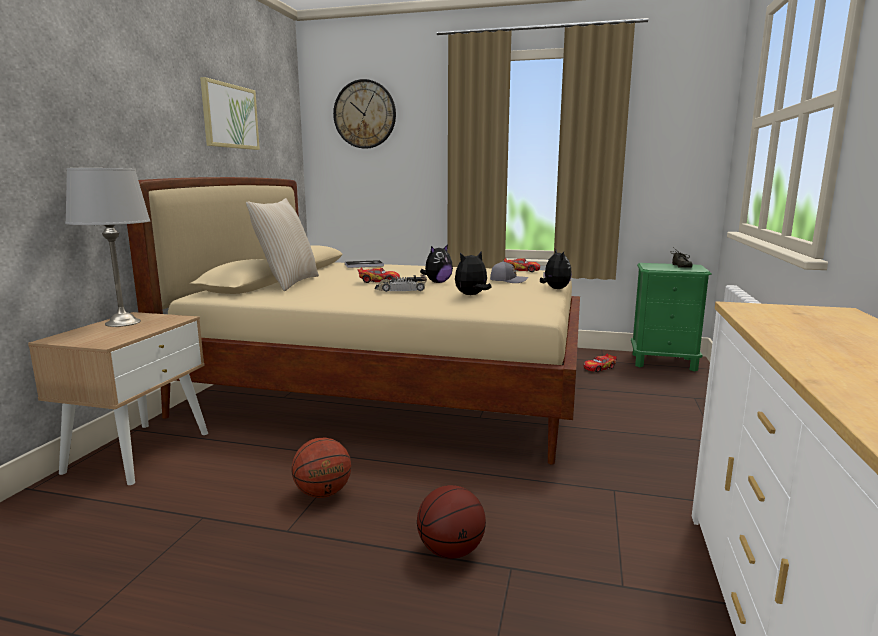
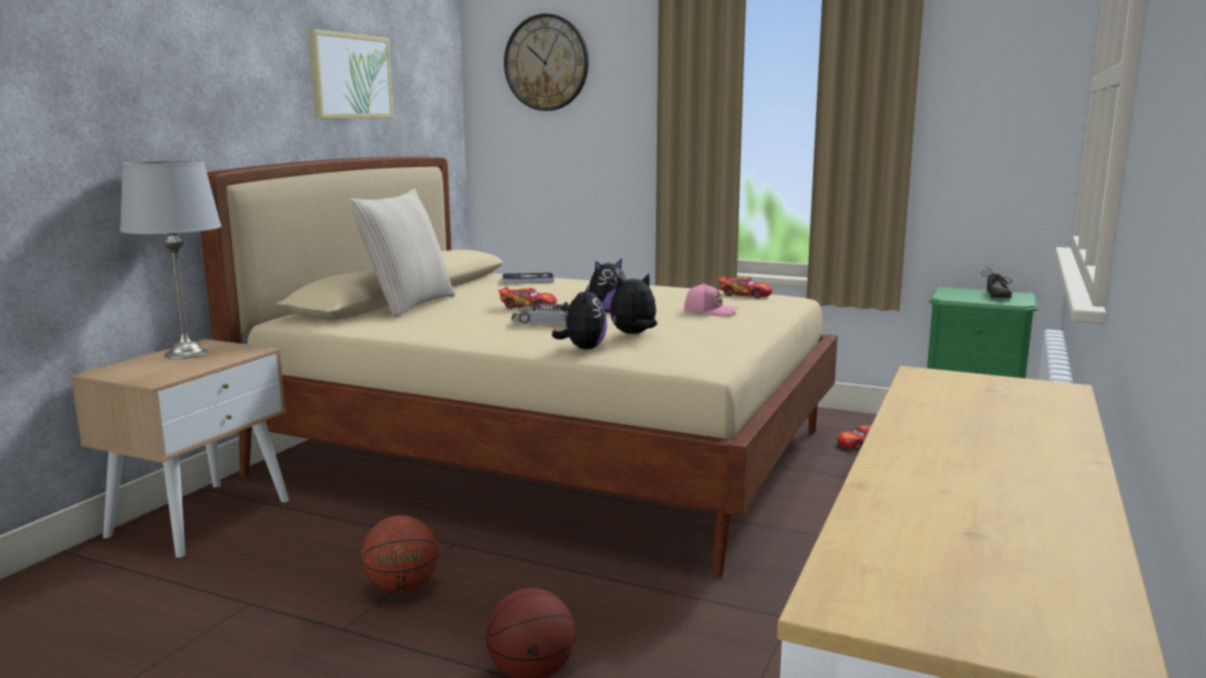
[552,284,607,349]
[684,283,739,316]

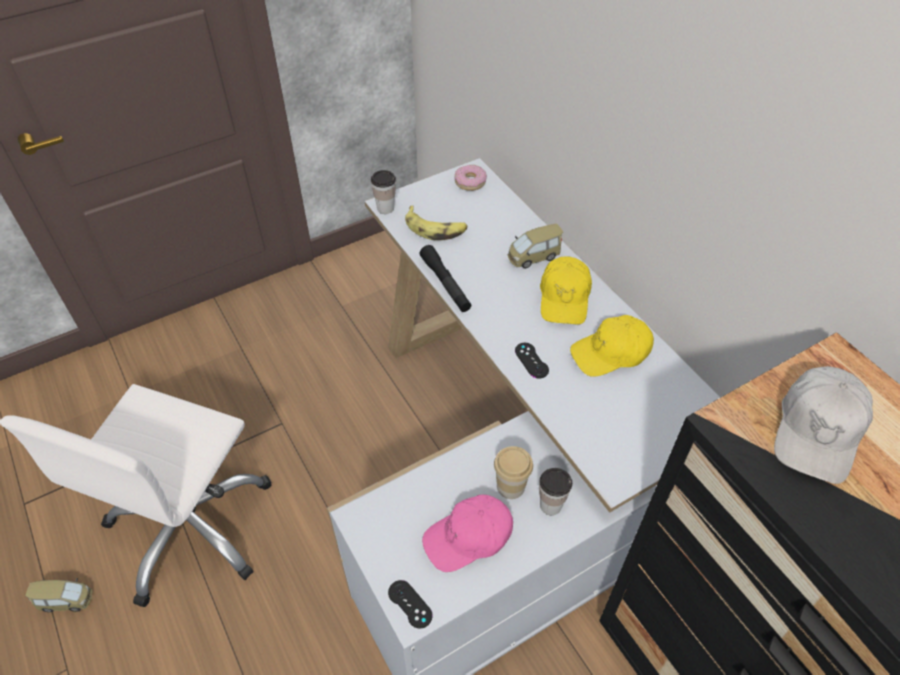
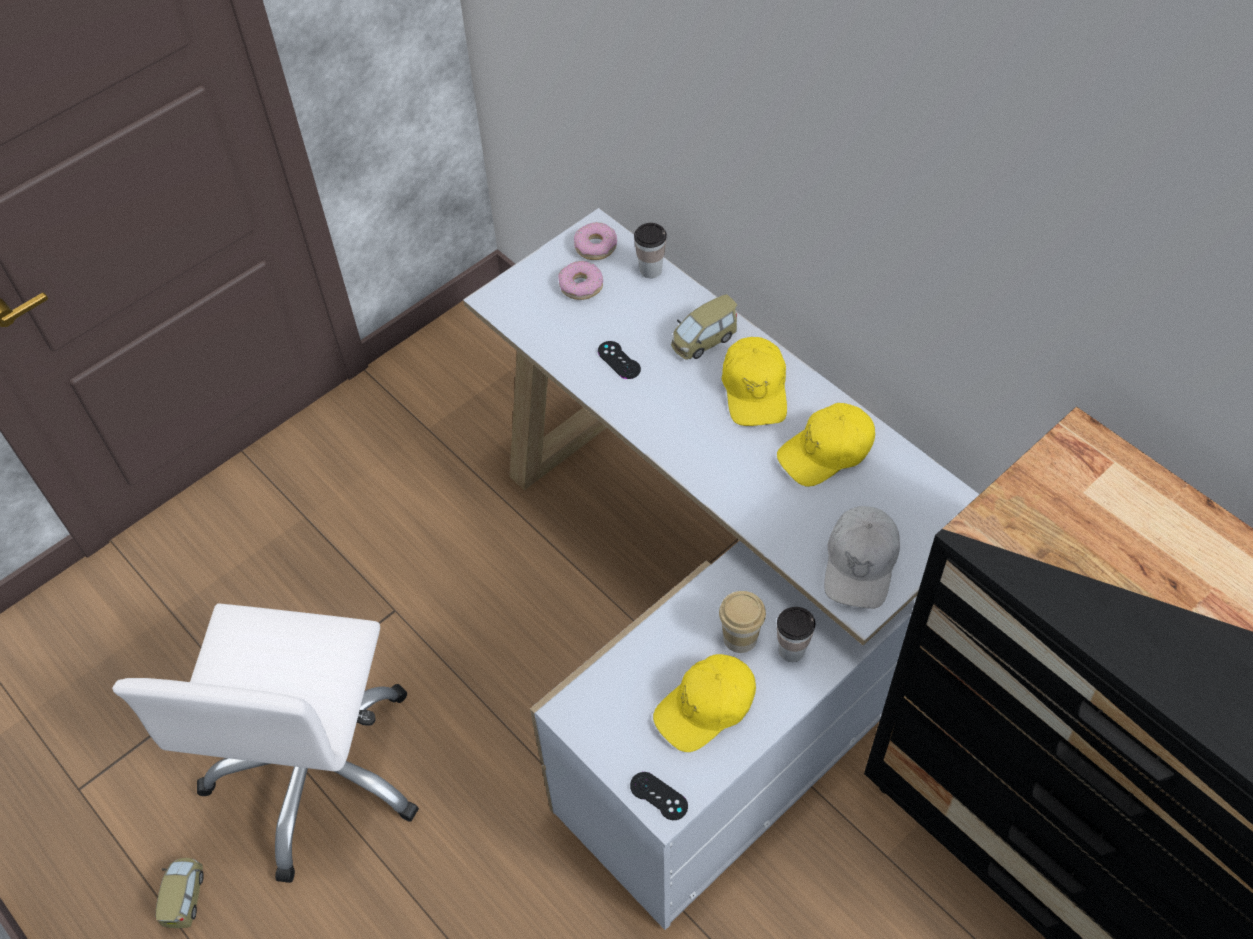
[155,858,204,928]
[558,261,603,300]
[598,341,641,379]
[634,223,667,278]
[653,654,756,752]
[824,506,900,609]
[405,206,467,240] (first image)
[419,245,471,312] (first image)

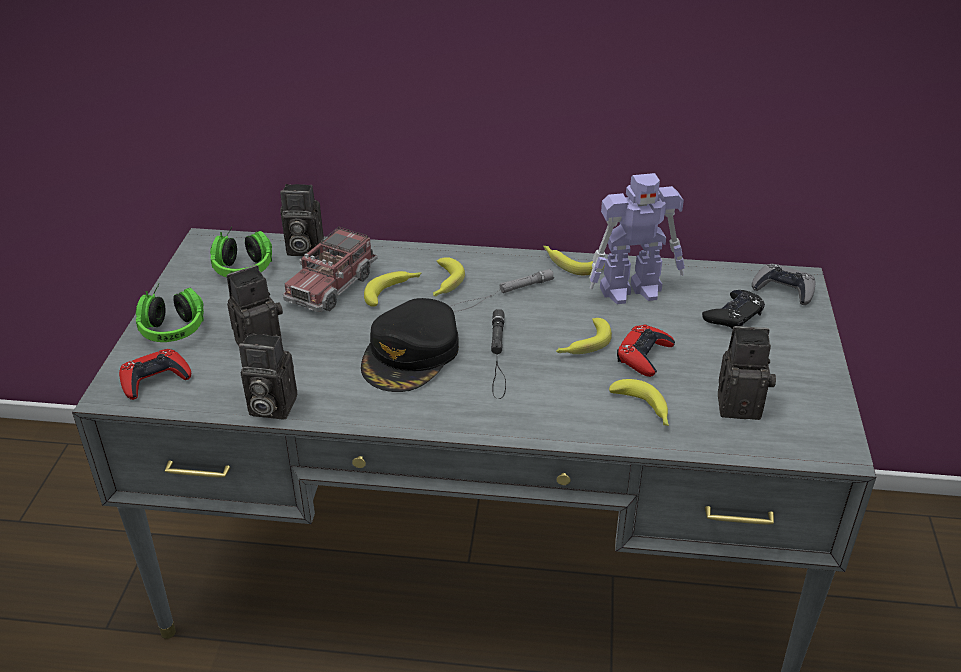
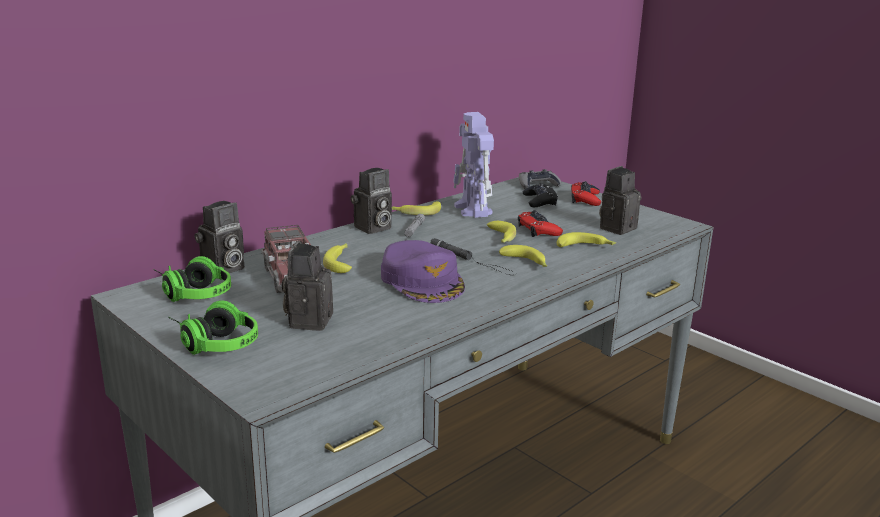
[350,168,392,234]
[381,240,465,303]
[453,112,494,218]
[499,245,547,267]
[571,181,601,206]

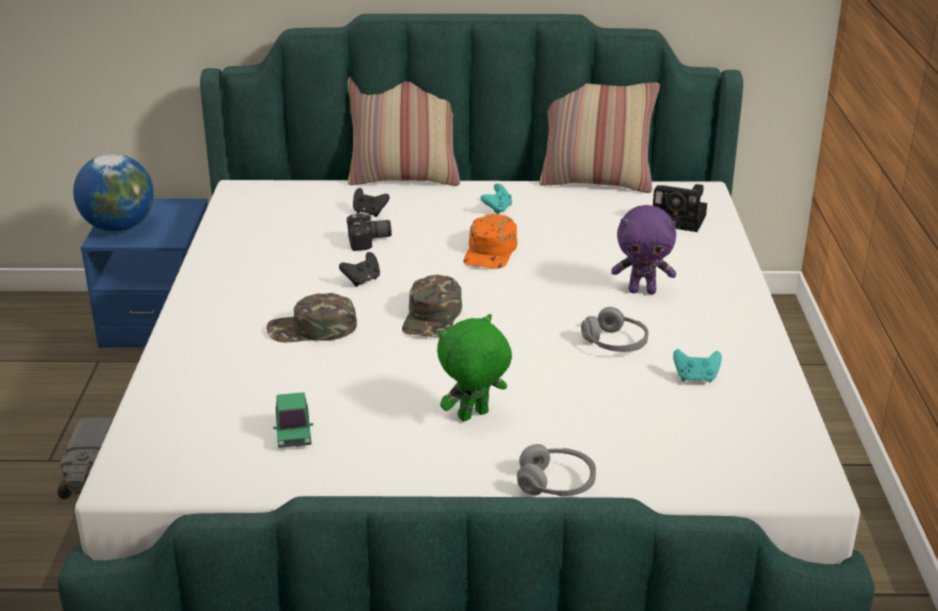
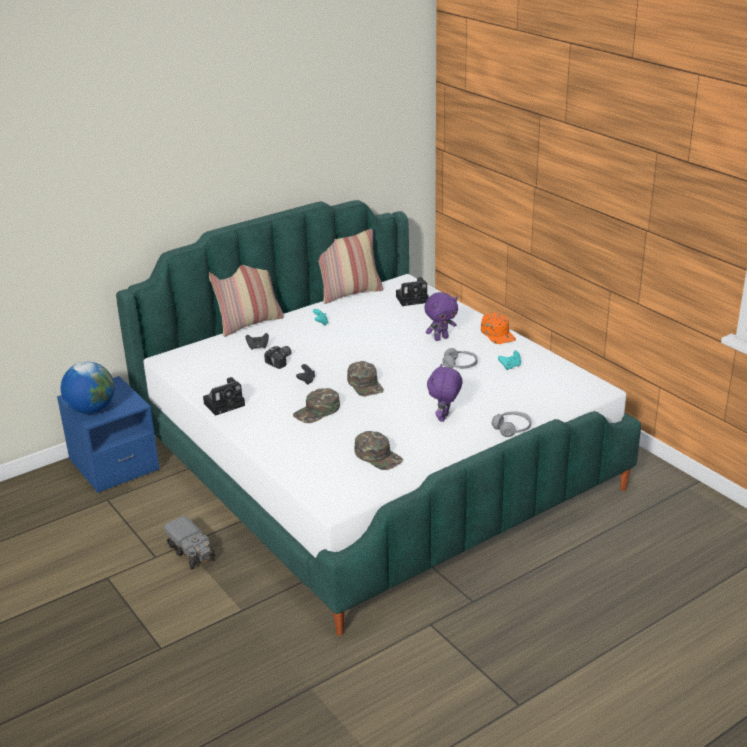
[203,377,245,416]
[354,431,403,470]
[427,364,463,422]
[481,313,516,344]

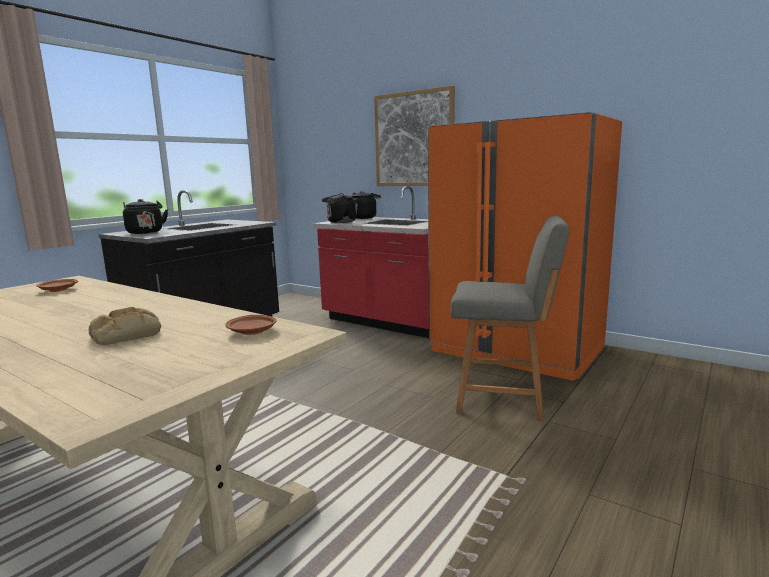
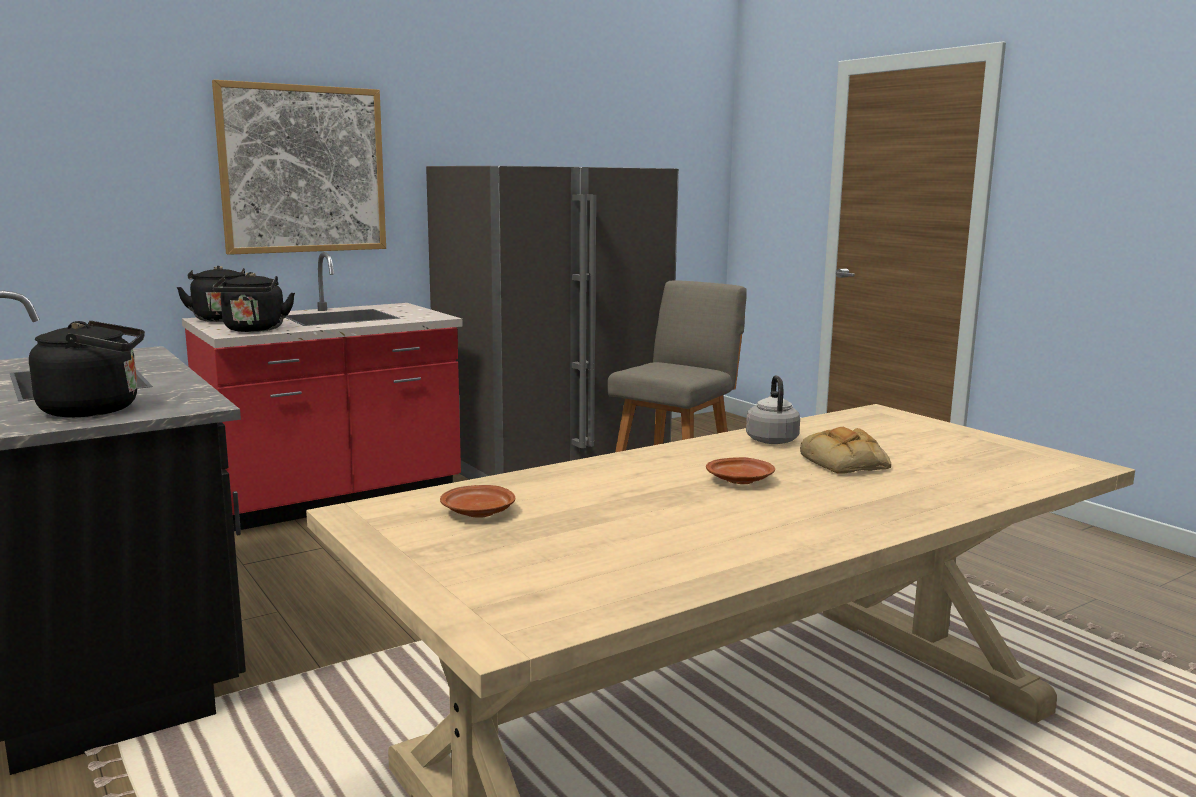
[426,166,679,480]
[706,457,775,484]
[746,375,800,444]

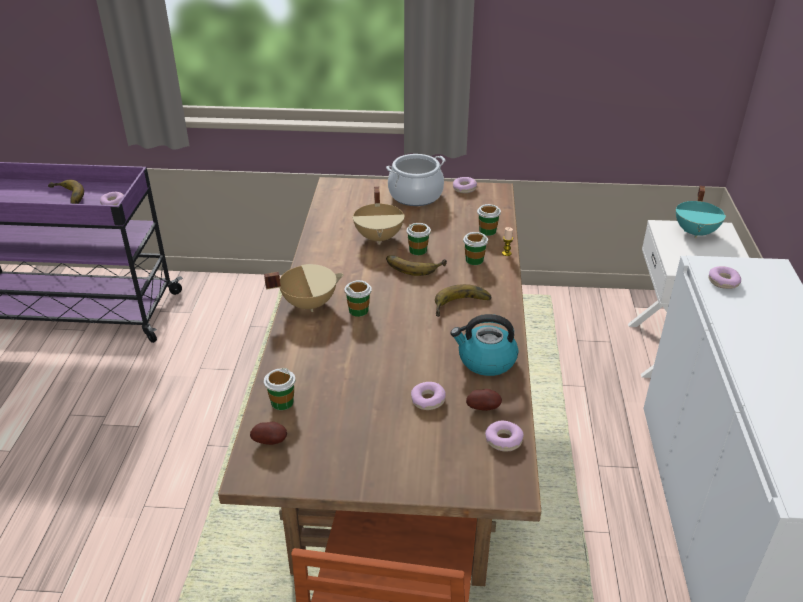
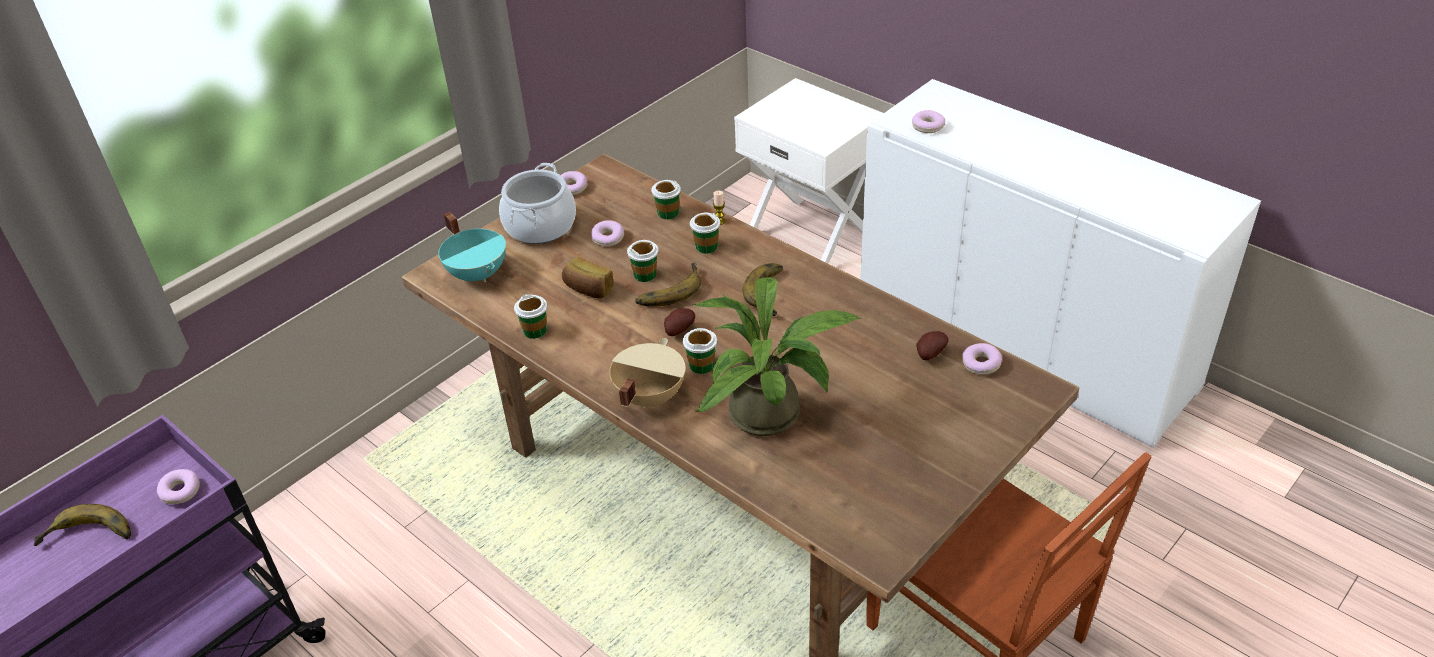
[438,212,506,283]
[514,294,547,339]
[562,257,614,299]
[591,220,624,246]
[664,308,695,336]
[693,277,861,436]
[451,314,518,376] (first image)

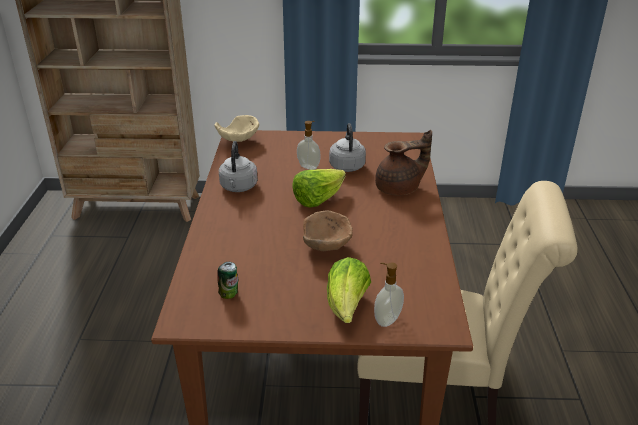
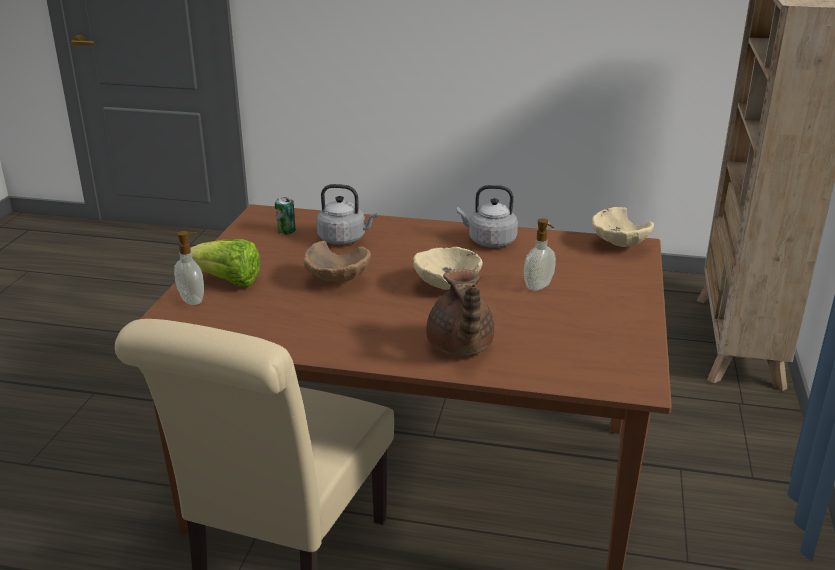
[317,184,377,245]
[413,247,483,290]

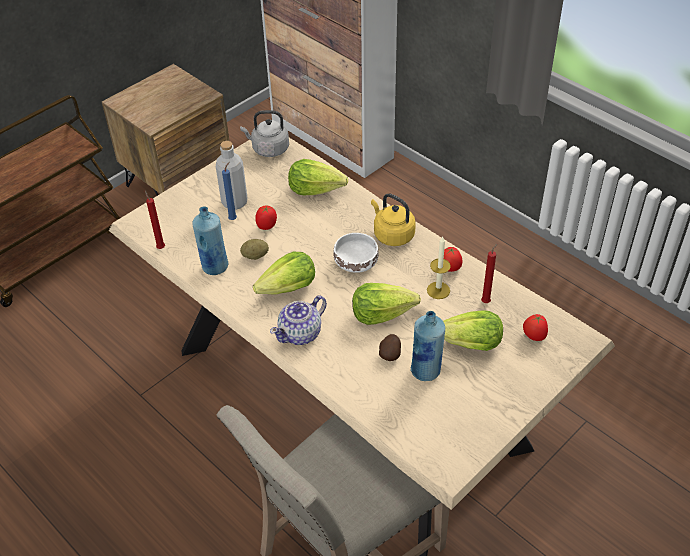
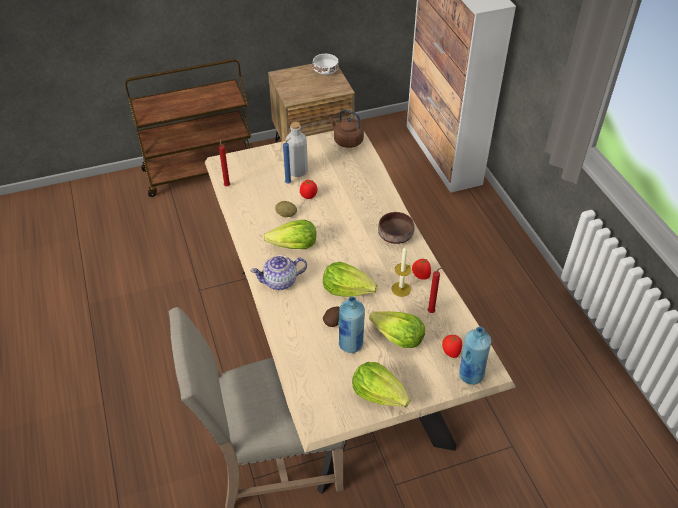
[312,54,339,75]
[329,109,364,148]
[352,362,411,407]
[378,212,414,244]
[459,327,492,385]

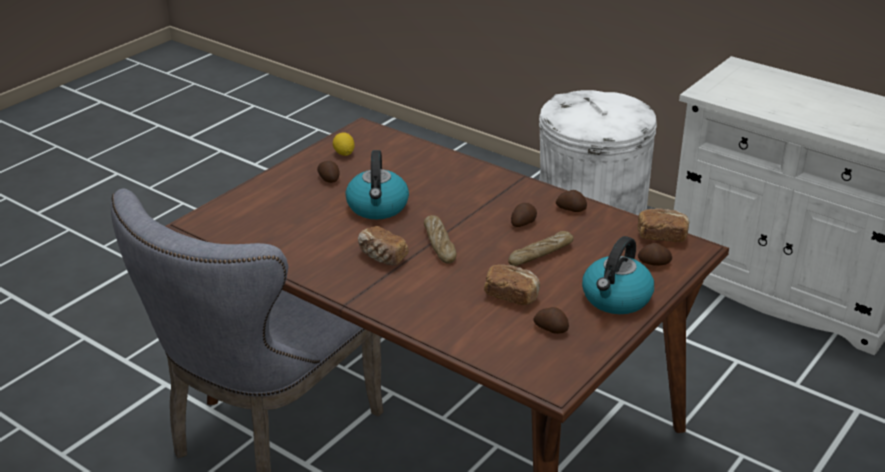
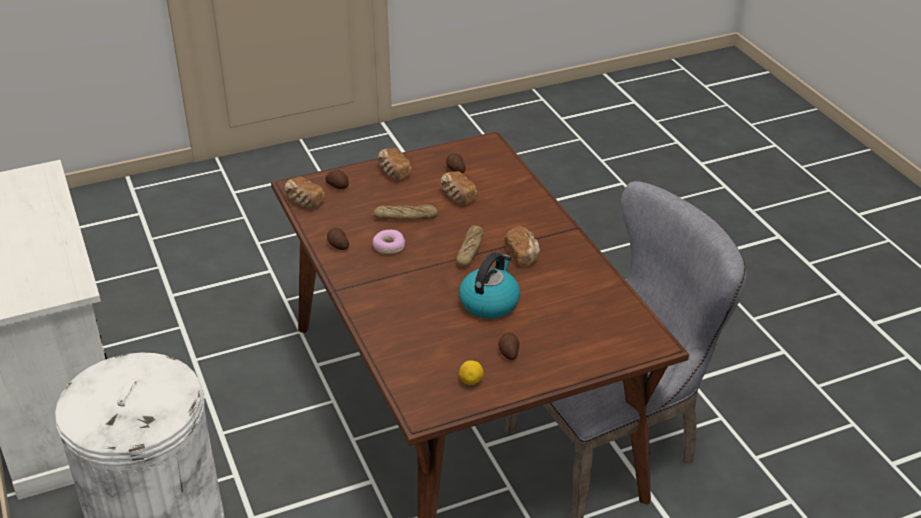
[373,230,405,254]
[378,148,412,181]

